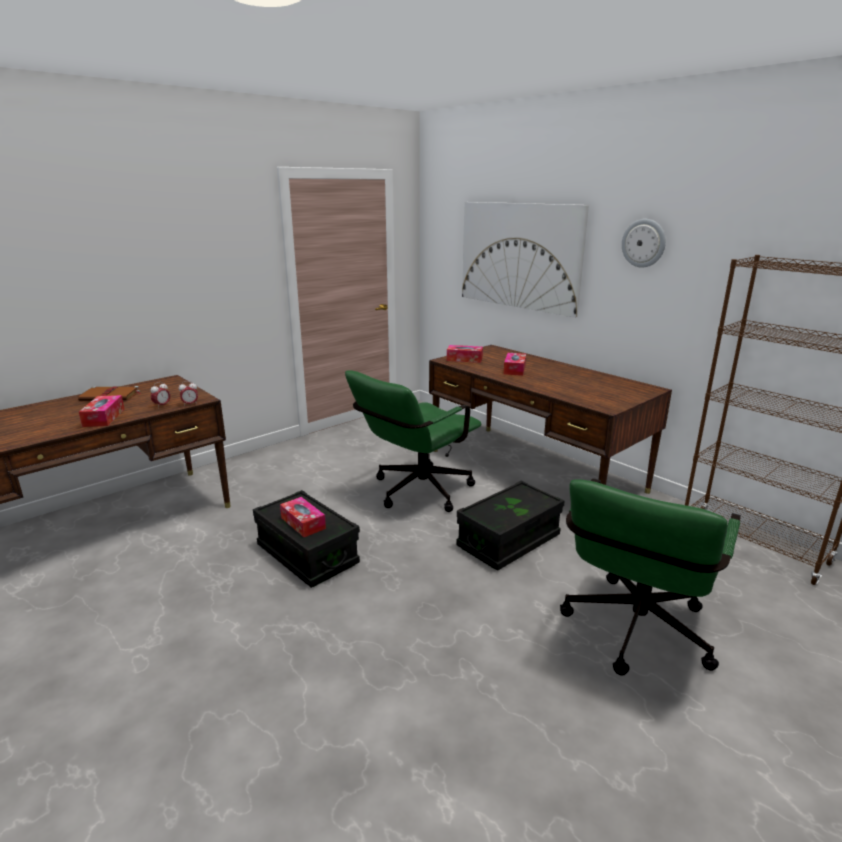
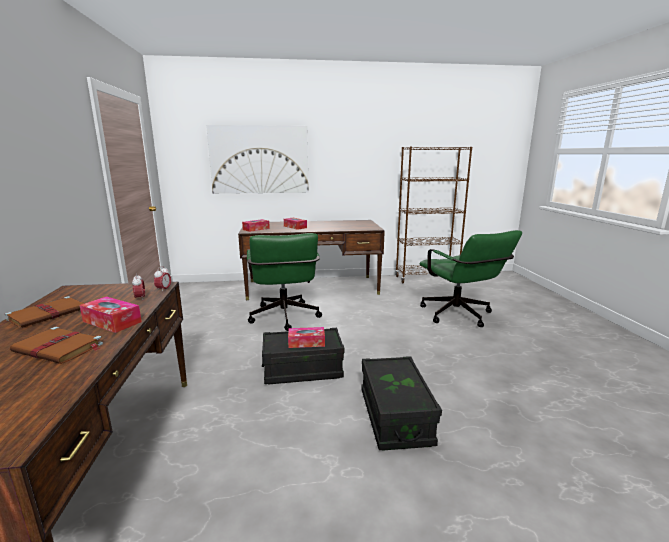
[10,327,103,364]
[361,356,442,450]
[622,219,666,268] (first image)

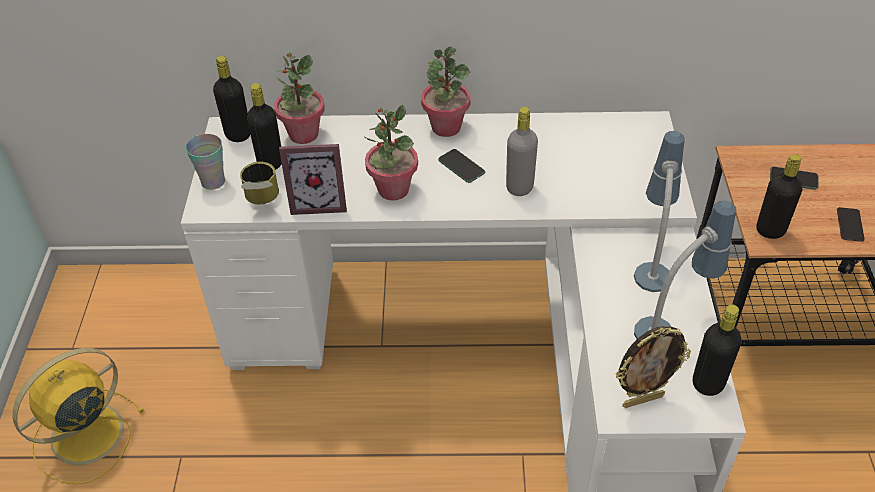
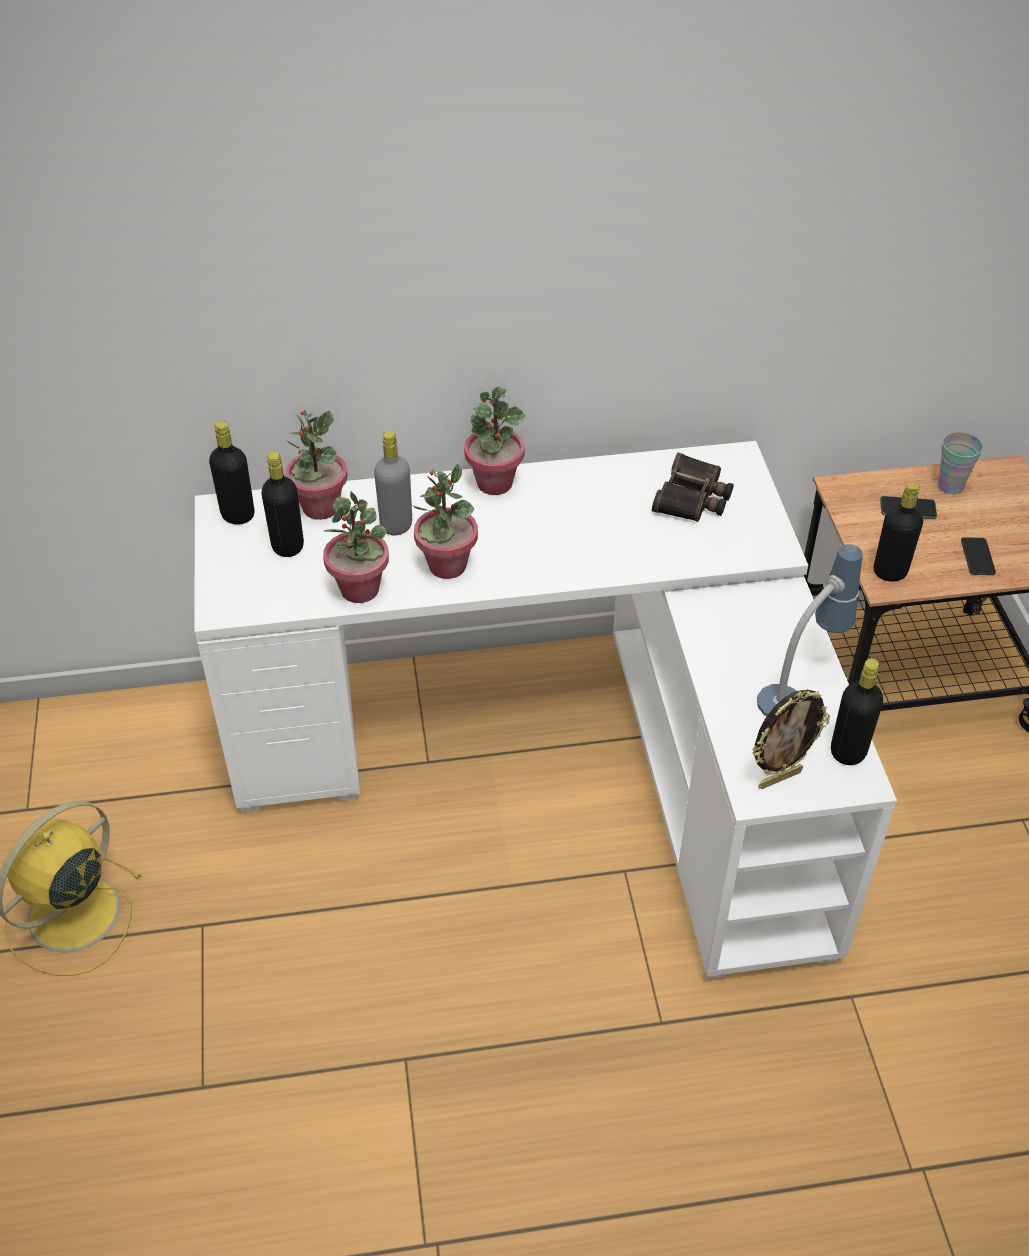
[323,492,389,603]
[374,431,412,535]
[652,452,734,522]
[937,432,983,494]
[240,162,279,204] (first image)
[438,149,485,183] (first image)
[634,131,685,292] (first image)

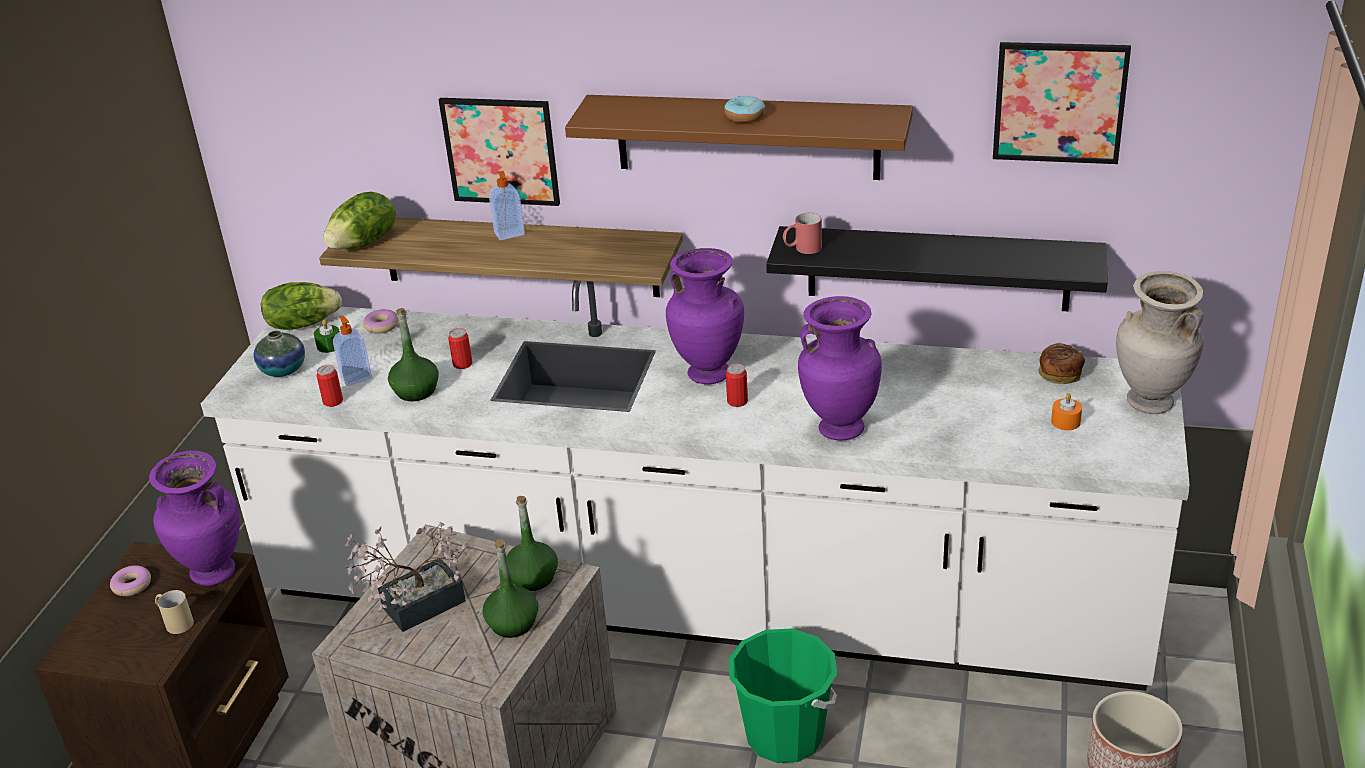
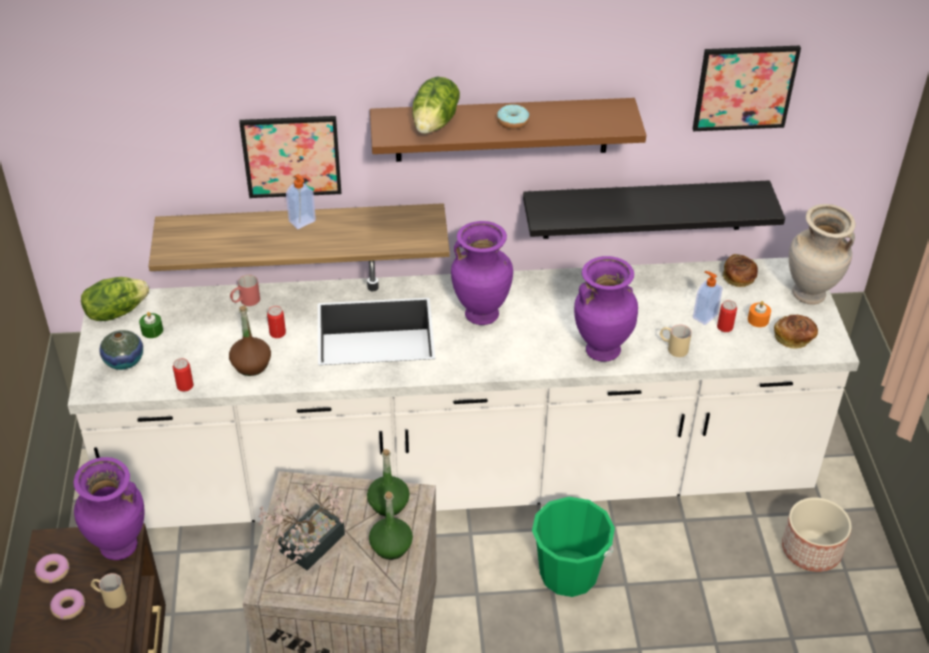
[50,589,85,620]
[229,306,271,376]
[230,275,260,306]
[412,77,460,134]
[660,325,692,357]
[693,271,722,325]
[717,300,737,332]
[774,315,818,349]

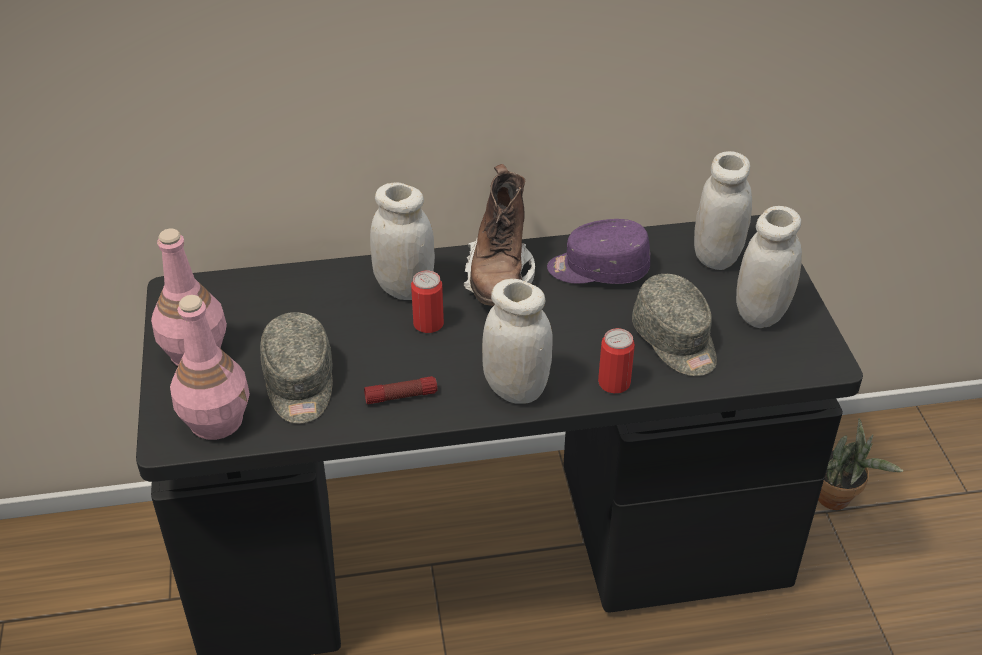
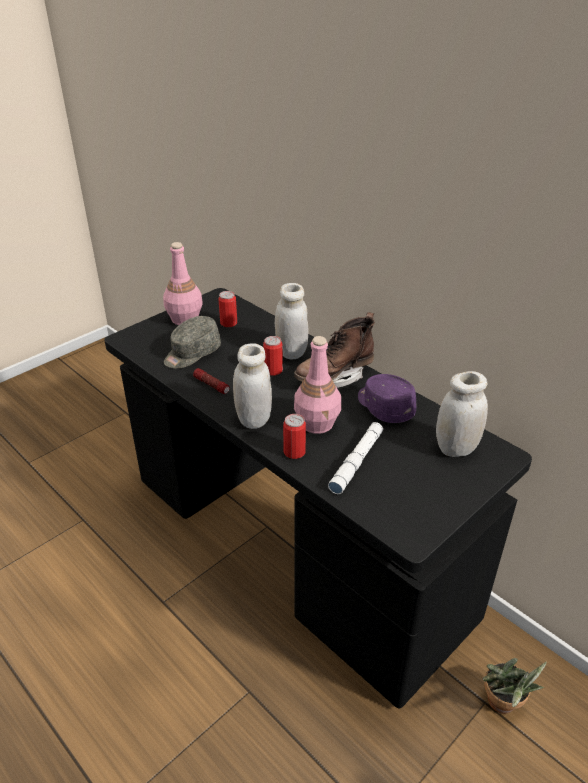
[218,291,237,327]
[294,336,341,434]
[328,422,383,494]
[736,206,802,328] (first image)

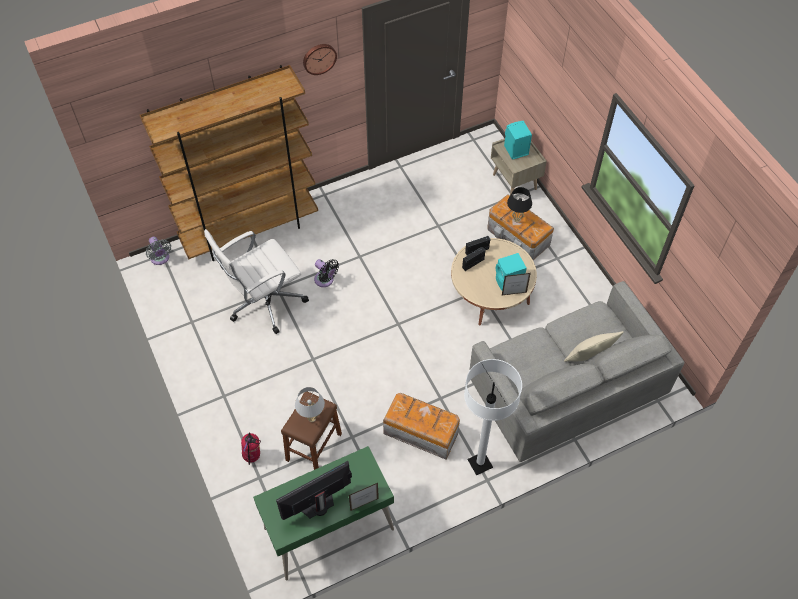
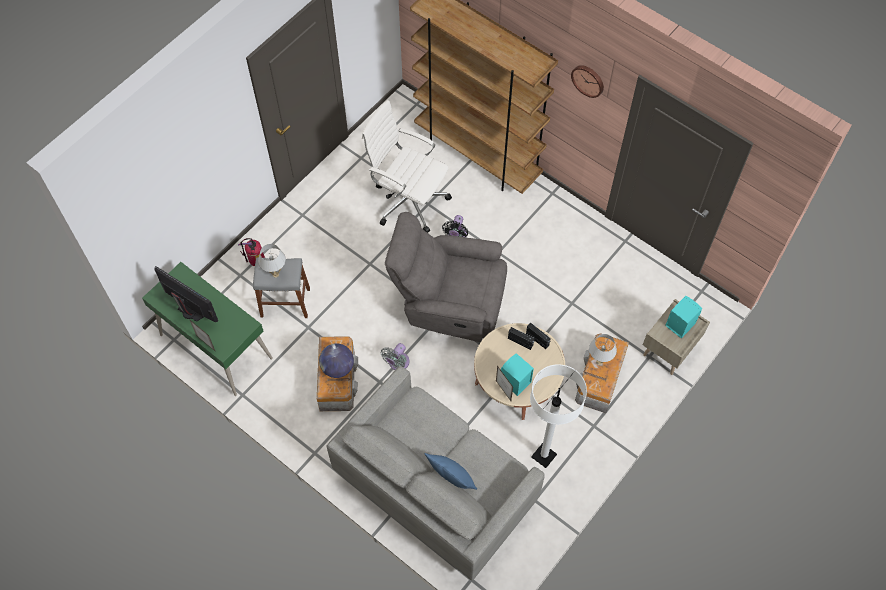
[253,257,310,318]
[319,343,354,378]
[381,343,409,370]
[385,212,507,342]
[425,453,477,490]
[530,364,587,468]
[589,334,617,365]

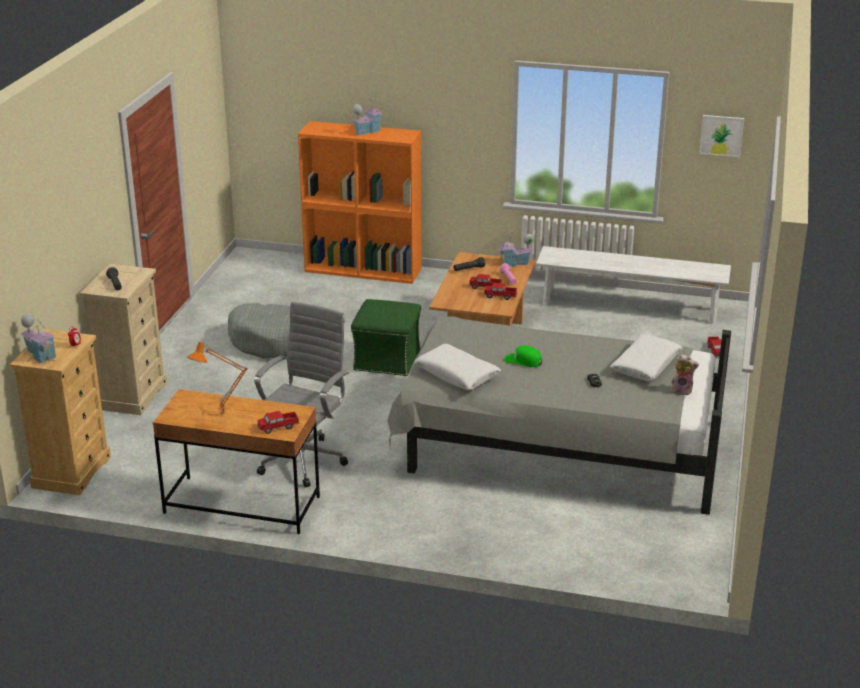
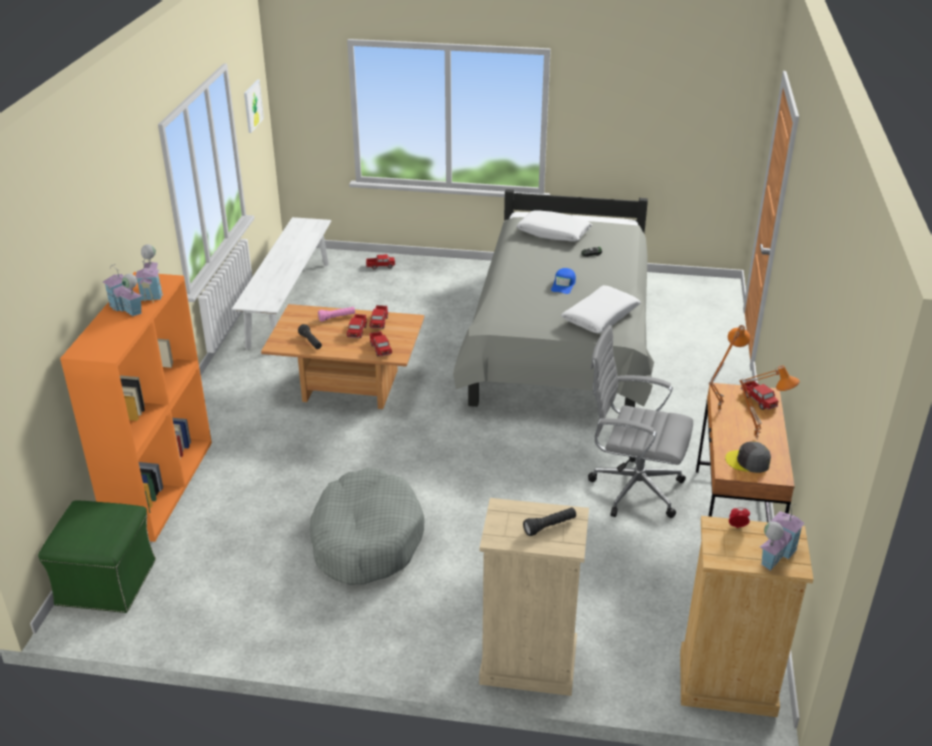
[38,500,156,613]
[136,244,163,303]
[370,331,392,357]
[551,268,576,294]
[709,325,750,412]
[725,441,771,473]
[670,354,699,395] (first image)

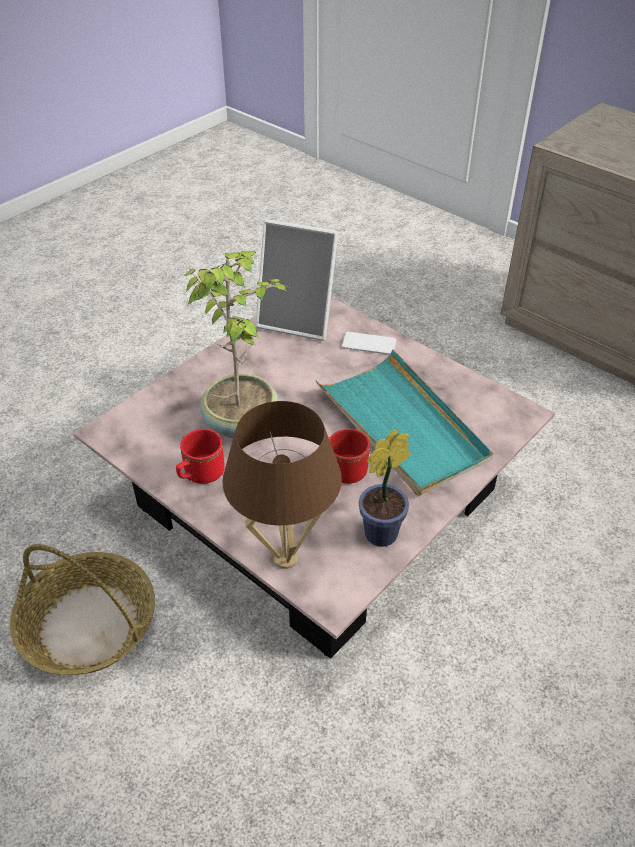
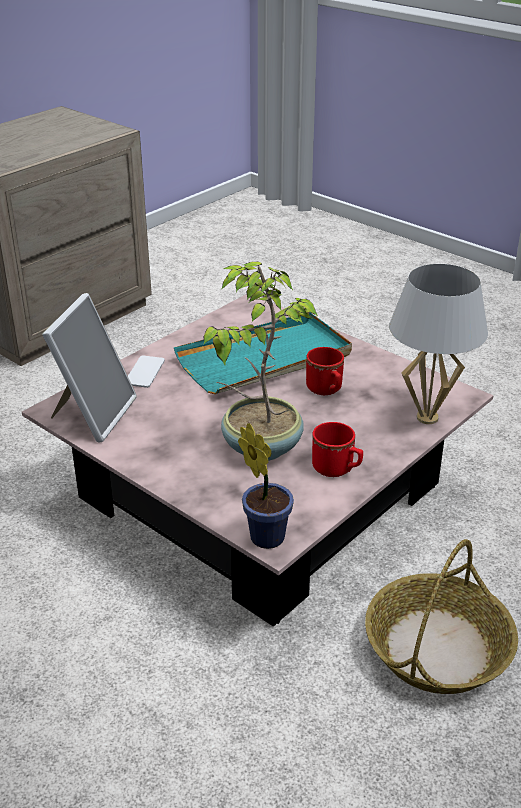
[238,423,294,549]
[389,264,488,424]

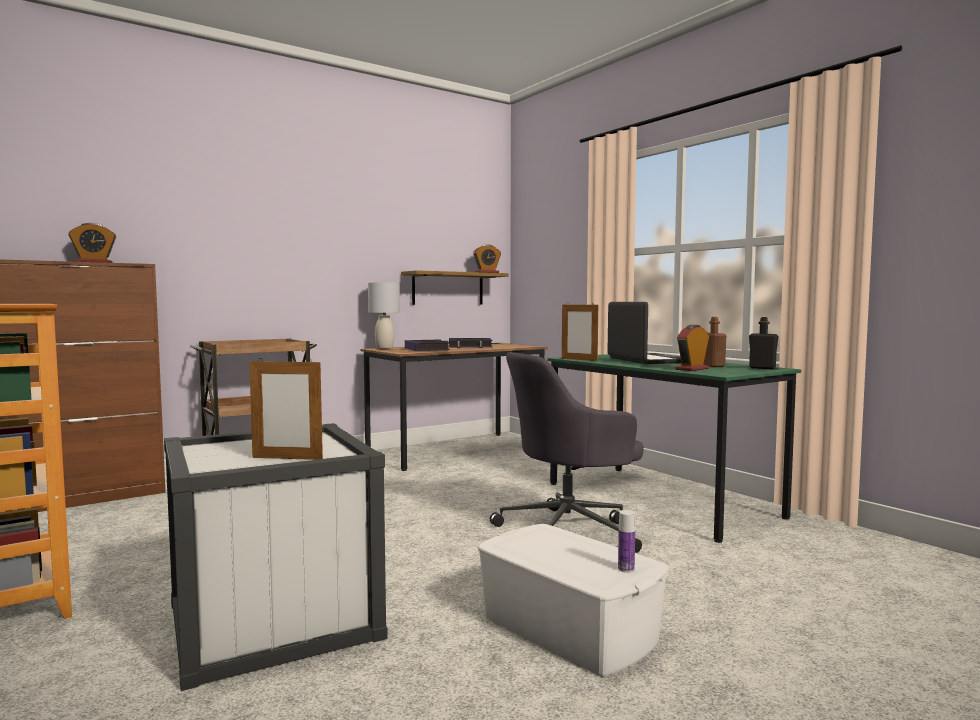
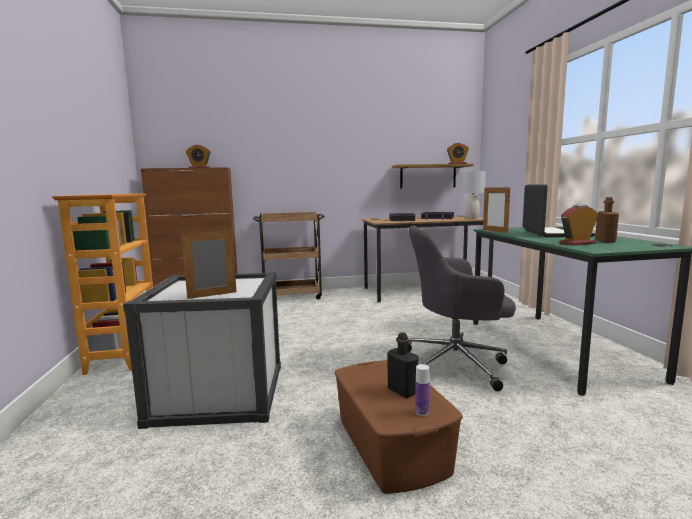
[181,230,237,299]
[334,360,463,494]
[387,332,419,398]
[461,171,486,219]

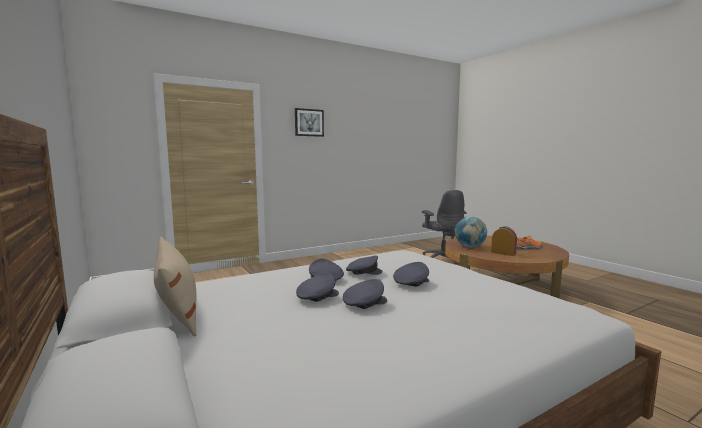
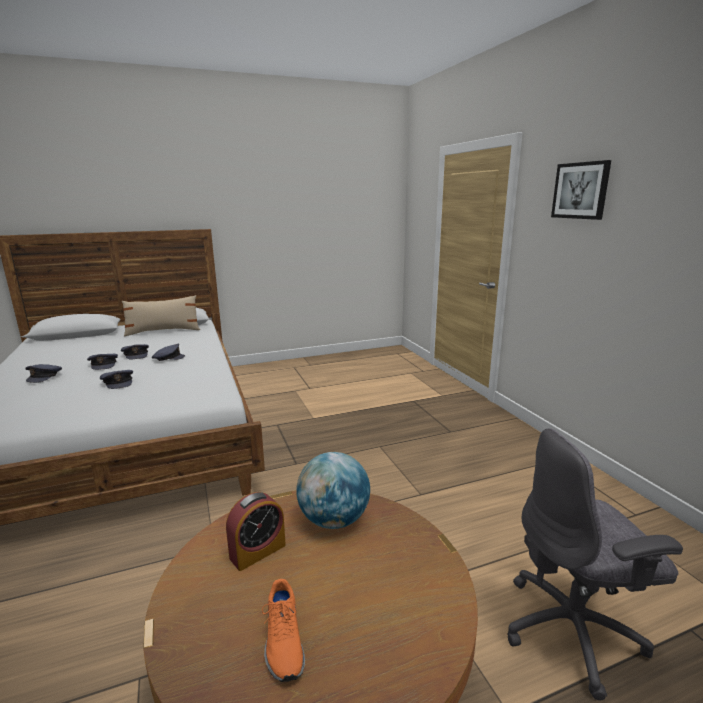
[25,364,62,383]

